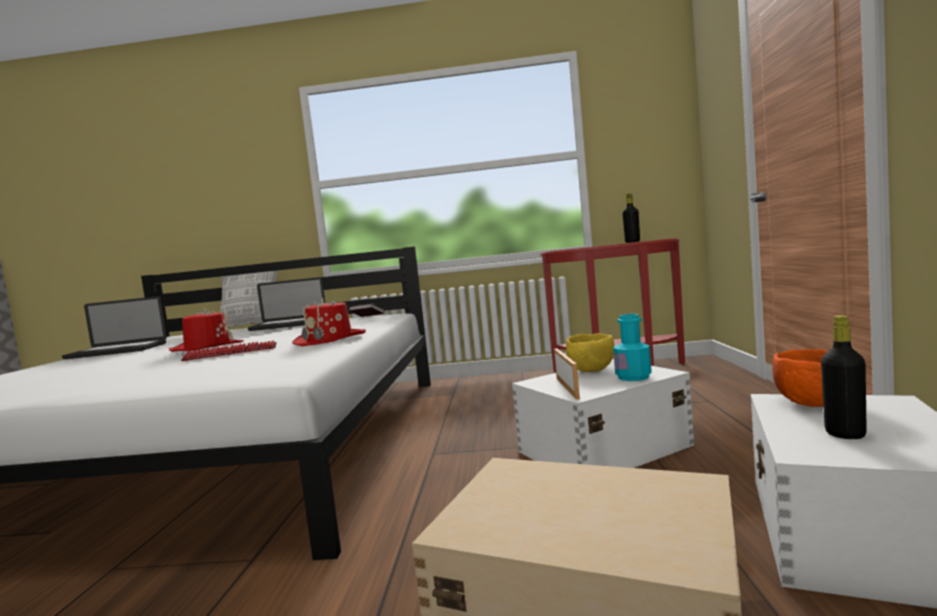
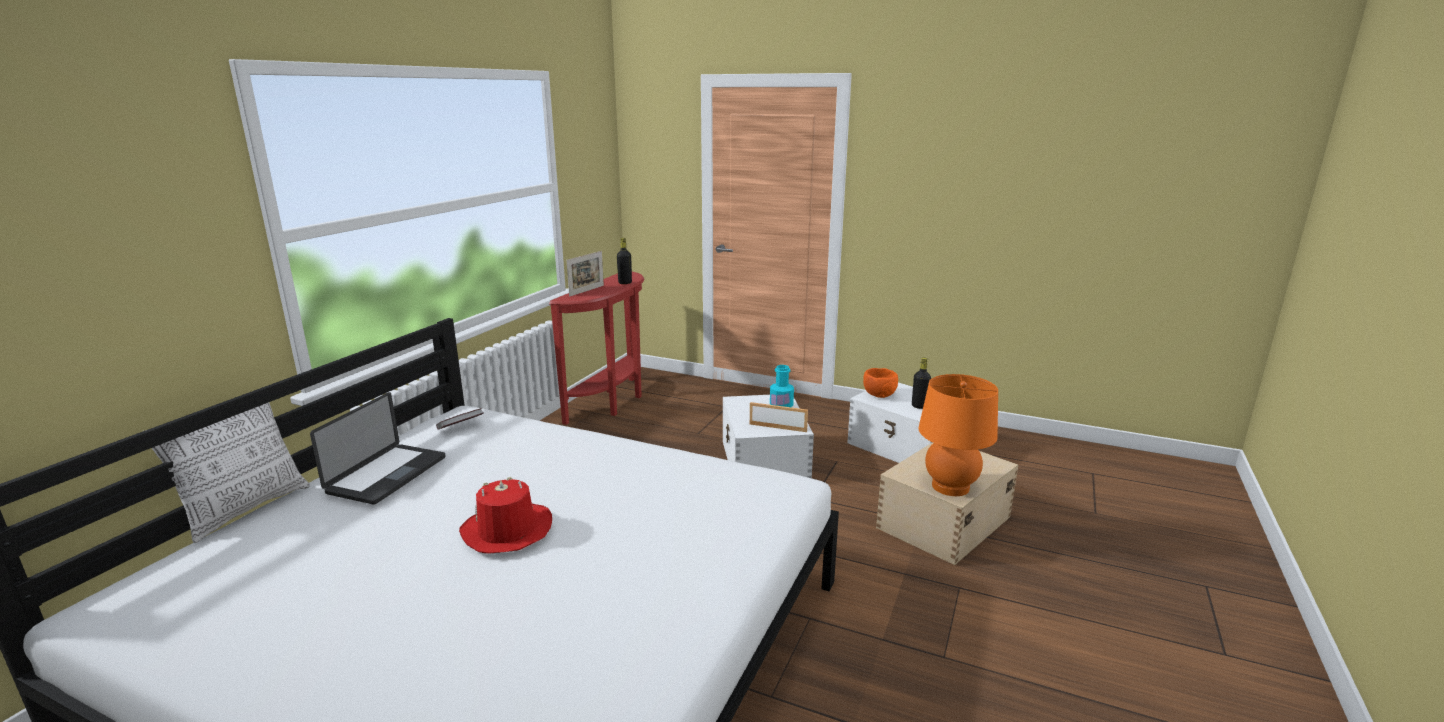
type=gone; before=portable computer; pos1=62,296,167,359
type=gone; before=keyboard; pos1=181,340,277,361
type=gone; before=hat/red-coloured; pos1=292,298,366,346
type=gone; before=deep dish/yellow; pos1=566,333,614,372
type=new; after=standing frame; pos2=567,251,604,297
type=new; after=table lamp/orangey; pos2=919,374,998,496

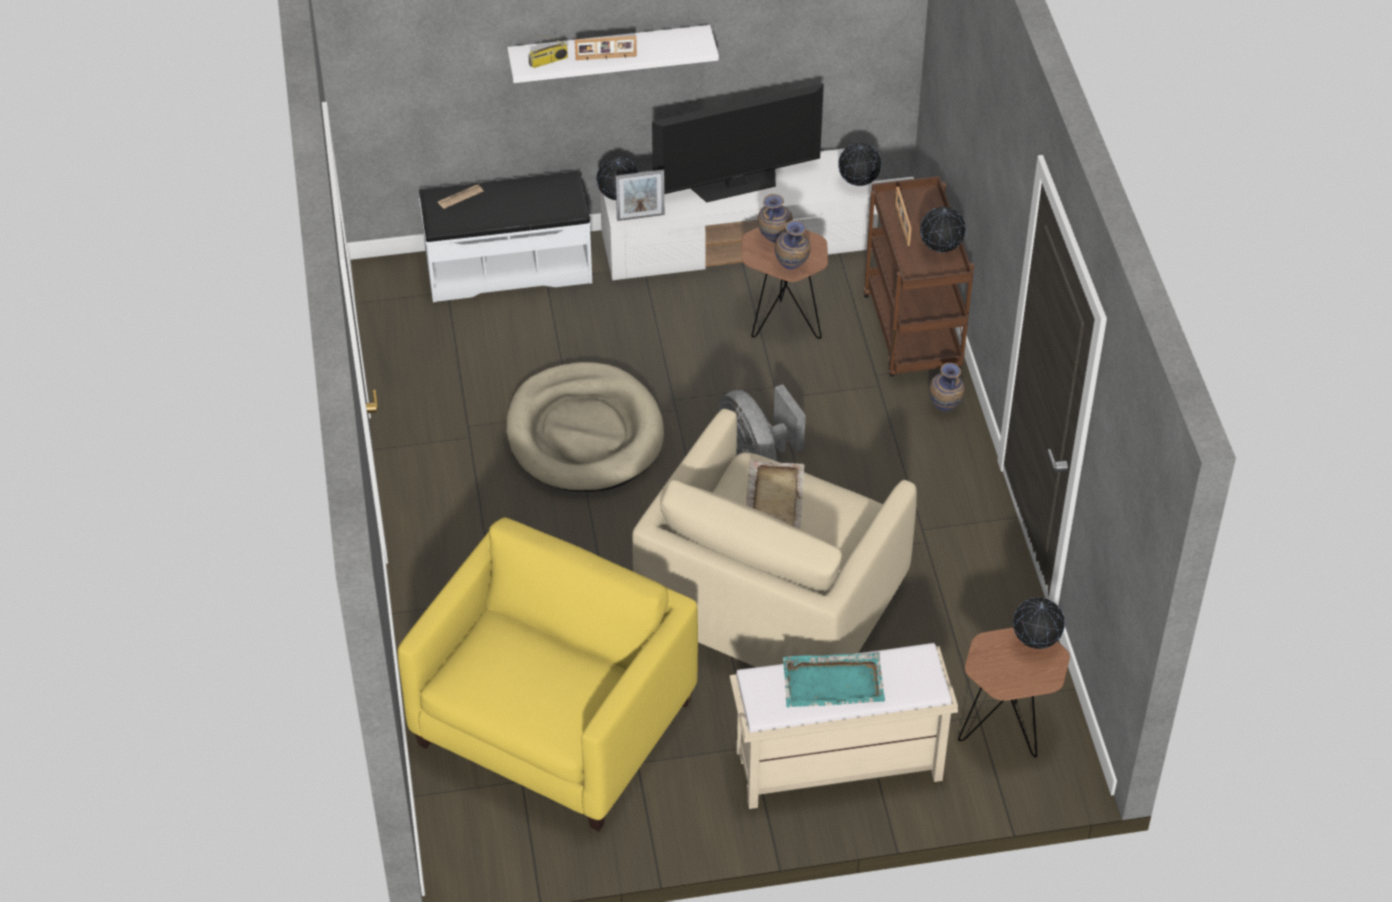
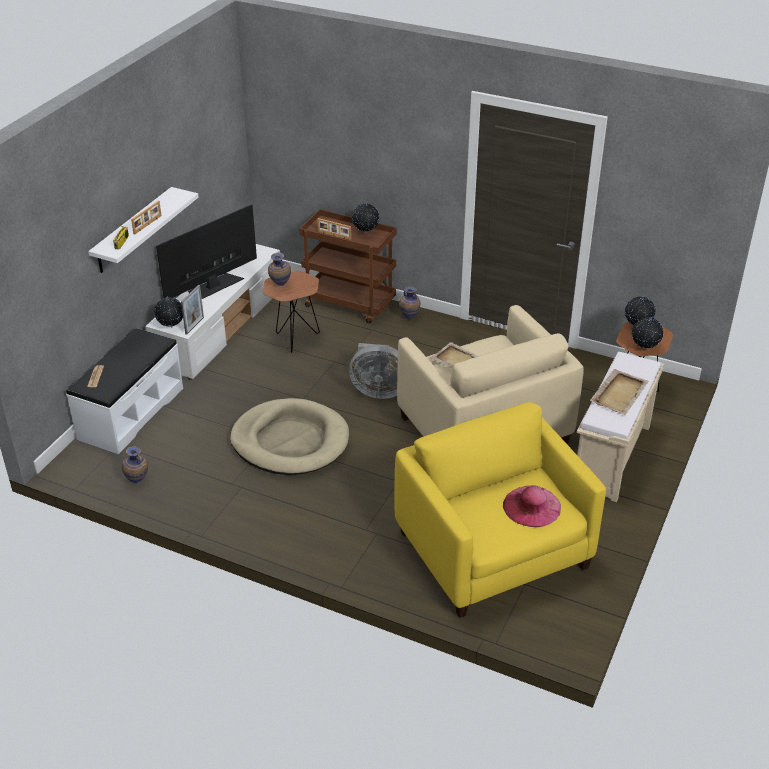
type=rotated; before=TV; pos1=652,83,824,203; pos2=156,204,257,299; turn=-150
type=shifted; before=vase; pos1=775,220,811,269; pos2=122,446,148,484
type=repainted; before=tray/turquoise; after=tray/beige; pos1=783,653,885,707; pos2=590,369,649,415
type=shifted; before=desk globe; pos1=838,143,881,186; pos2=632,317,663,349
type=new; after=hat/pink; pos2=503,485,561,527

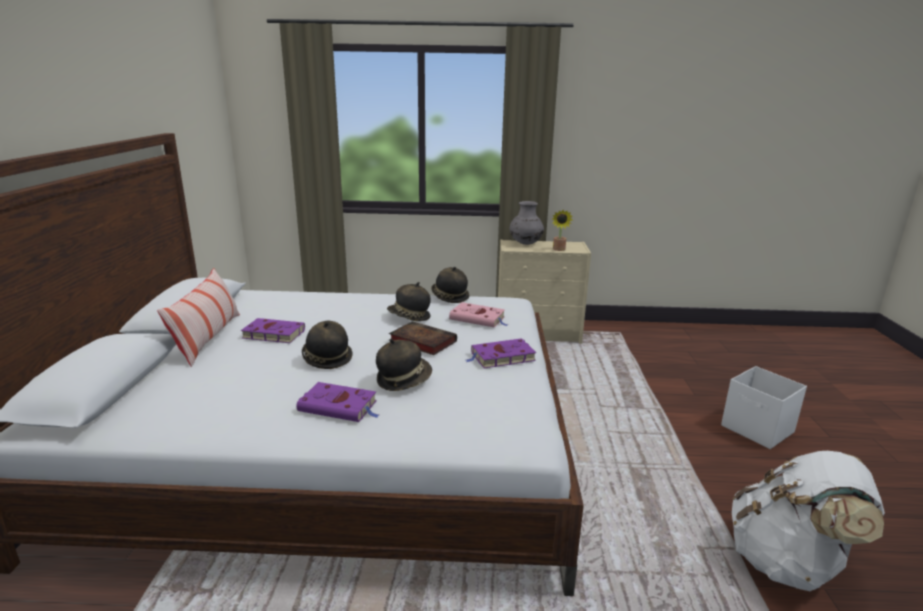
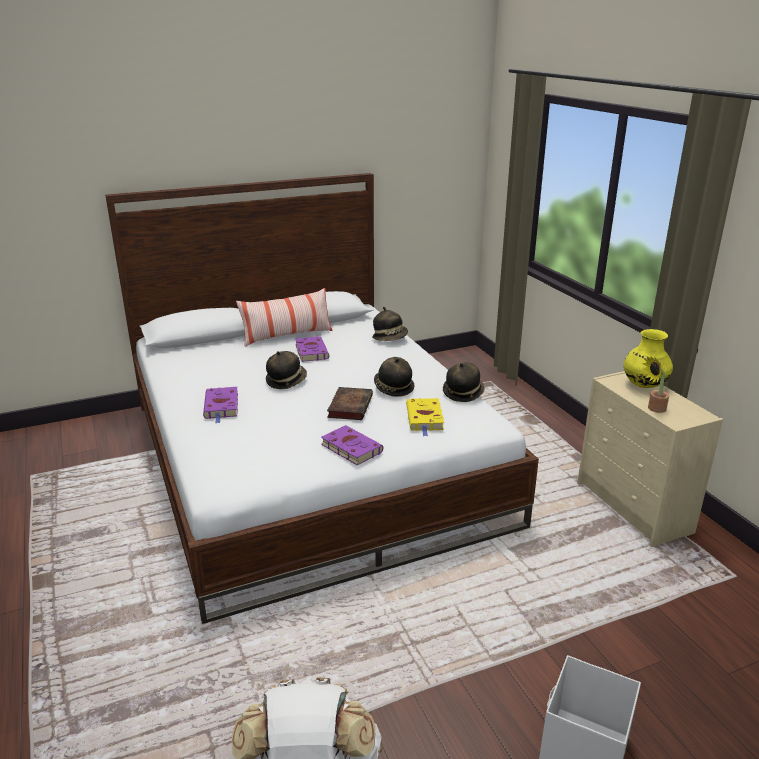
type=shifted; before=hat; pos1=376,338,432,391; pos2=372,307,408,341
type=repainted; before=bound book/pink; after=bound book/yellow; pos1=449,302,508,328; pos2=406,398,444,436
type=repainted; before=vase/gray; after=vase/yellow; pos1=510,201,544,245; pos2=623,329,673,388

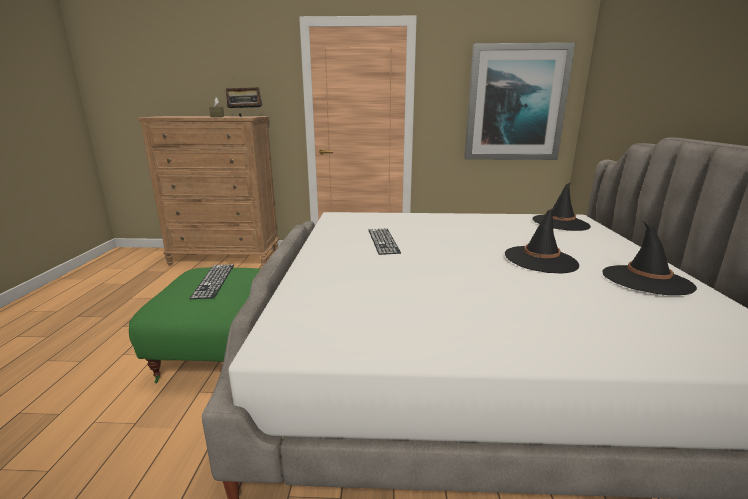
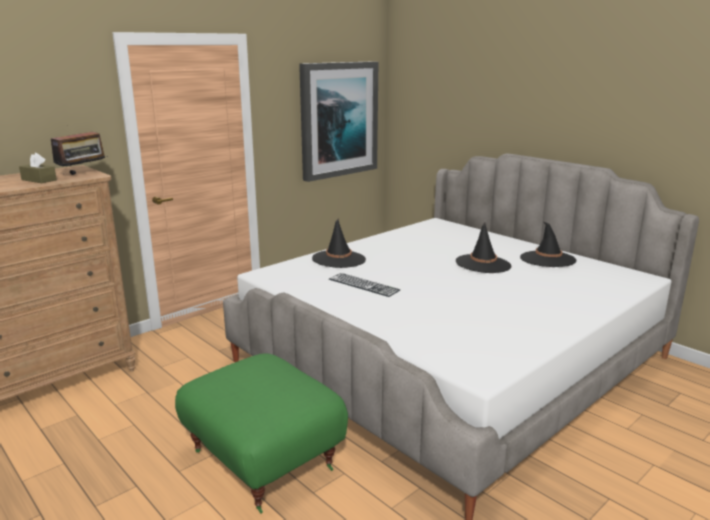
type=gone; before=keyboard; pos1=189,264,234,299
type=shifted; before=hat/blackish; pos1=533,182,591,231; pos2=312,218,366,268

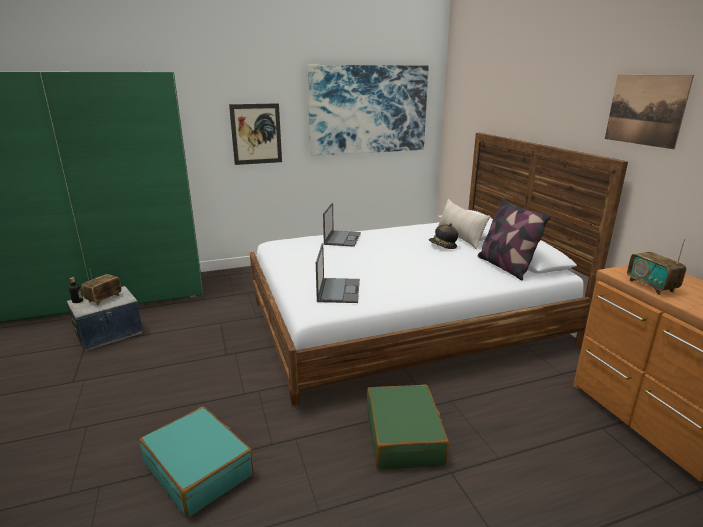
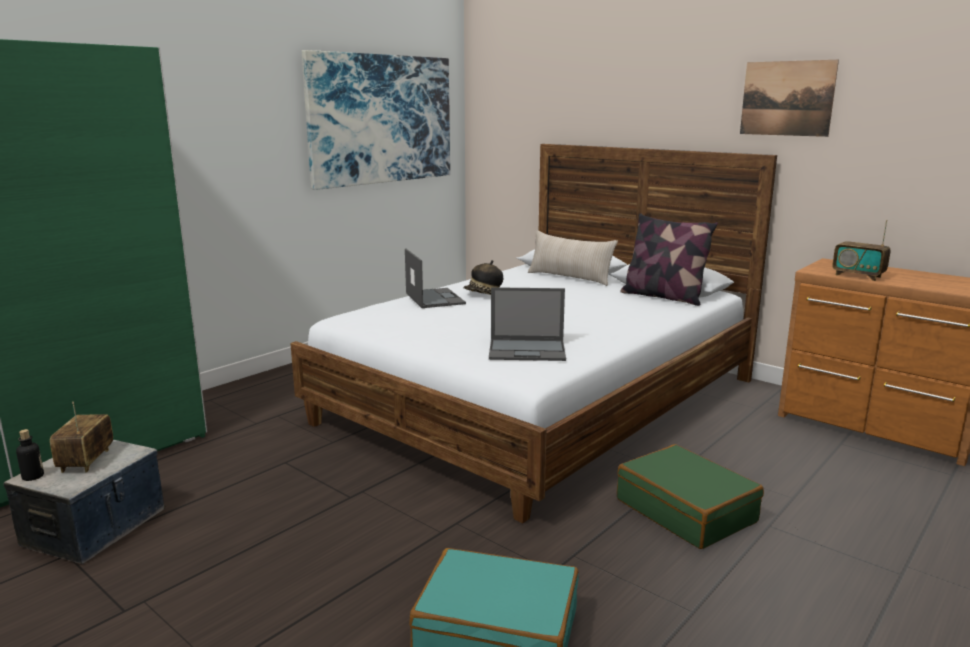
type=gone; before=picture; pos1=229,103,282,165
type=rotated; before=portable computer; pos1=316,243,360,303; pos2=489,287,566,361; turn=120
type=shifted; before=hat; pos1=429,223,458,249; pos2=463,260,503,295

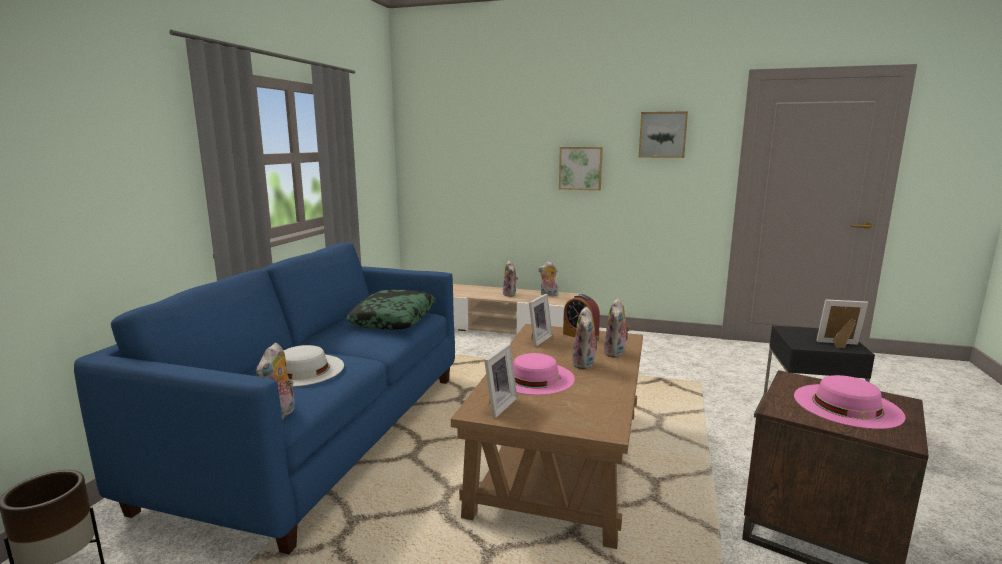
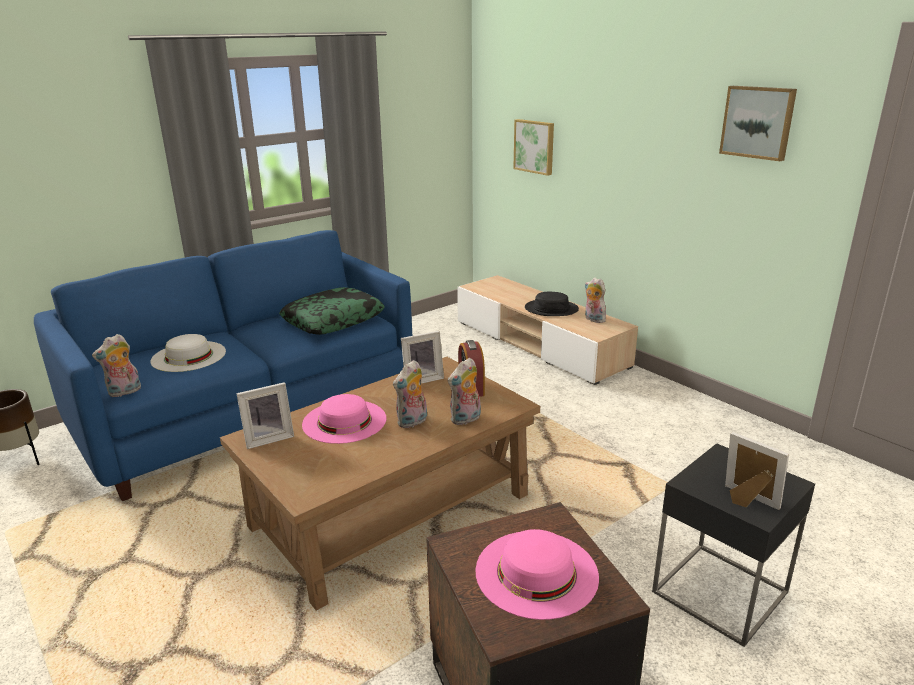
type=swapped; before=cuddly toy; after=hat/blackish; pos1=503,261,518,297; pos2=525,292,579,316
type=shifted; before=picture; pos1=559,147,603,190; pos2=513,119,554,176

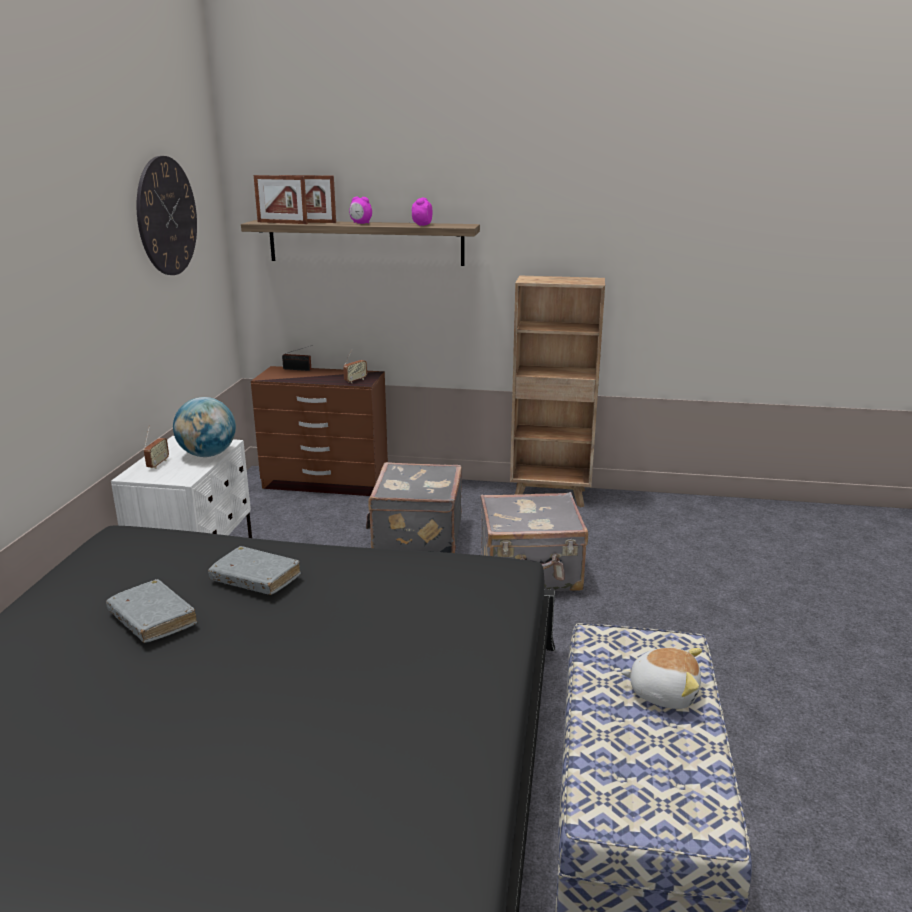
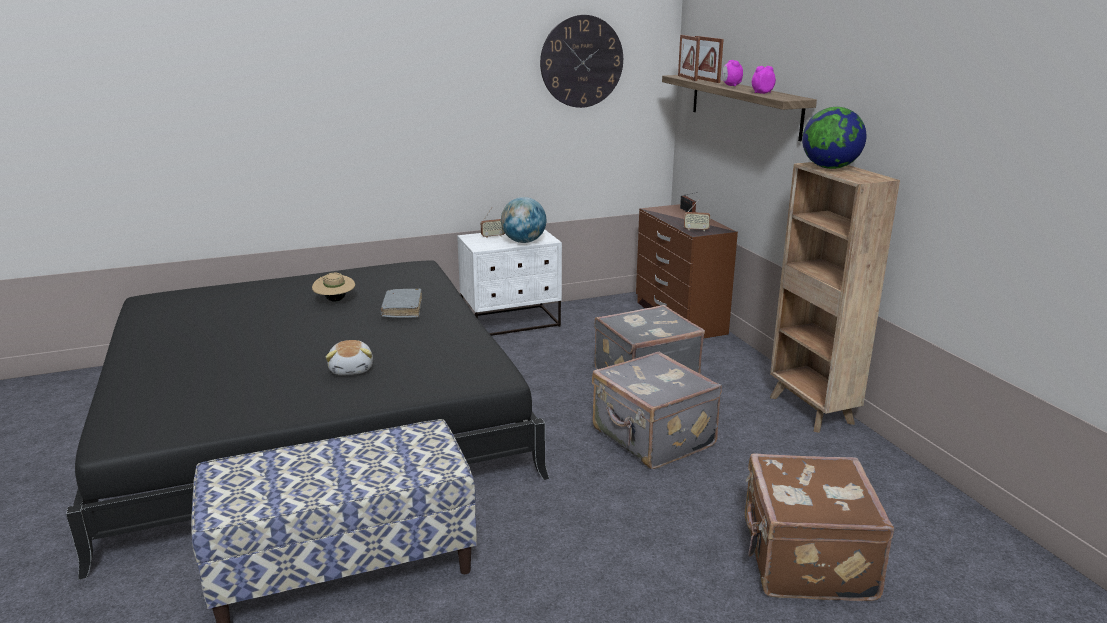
type=swapped; before=bound book/gray; after=hat/beige; pos1=106,579,197,643; pos2=312,273,355,302
type=shifted; before=cuddly toy; pos1=621,648,702,709; pos2=326,340,373,375
type=new; after=travel case/brown-coloured; pos2=745,453,894,601
type=new; after=desk globe; pos2=802,107,866,169

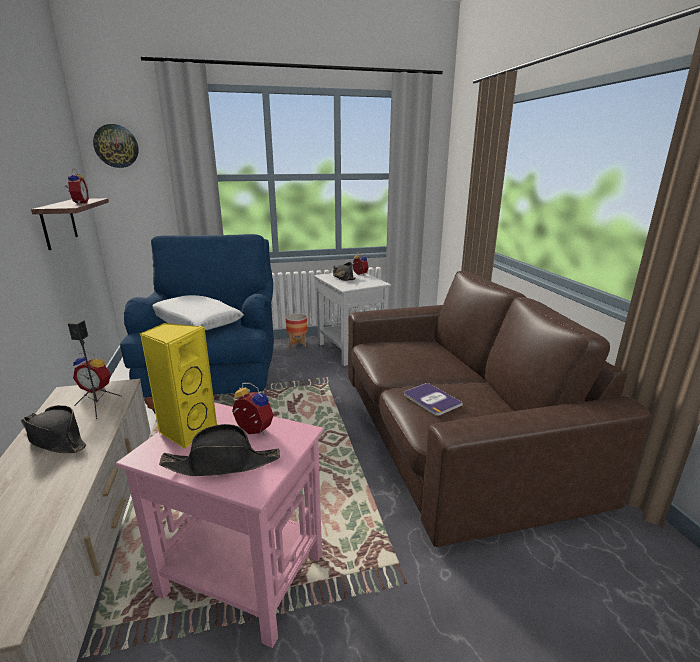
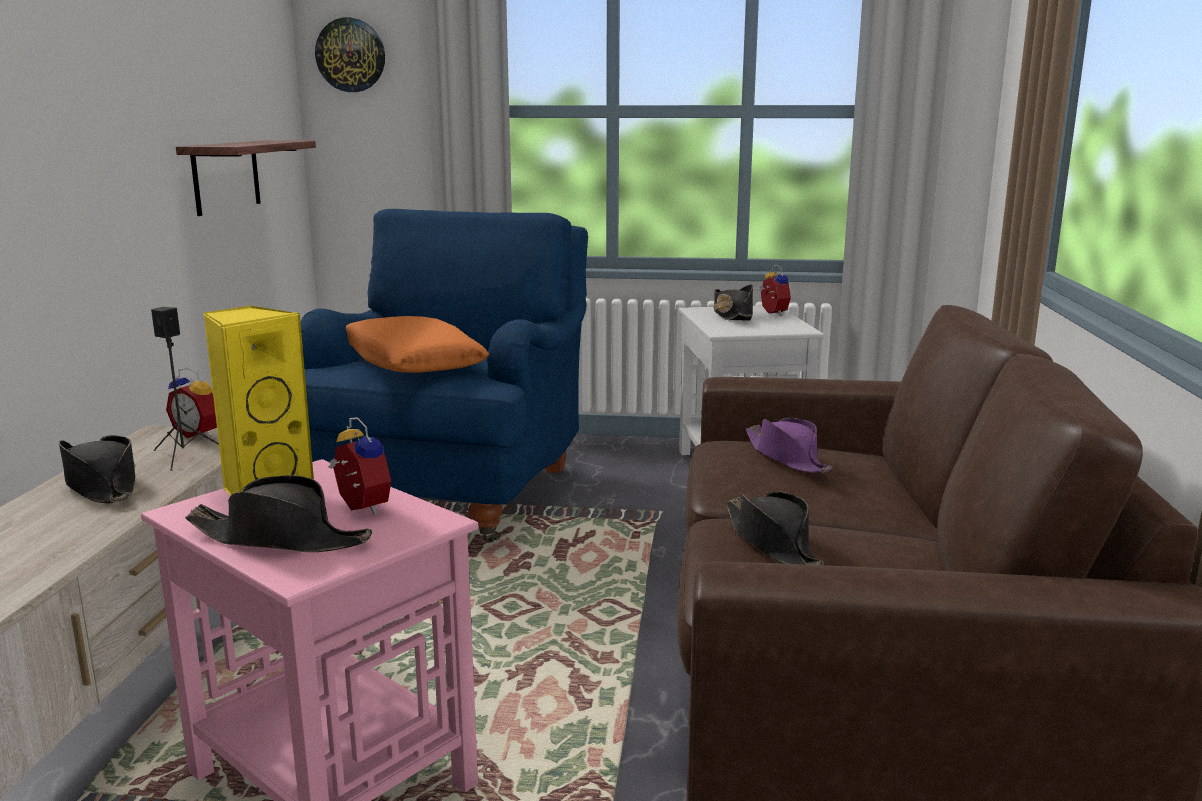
type=gone; before=bedside clock; pos1=65,168,89,204
type=repainted; before=pillow/whitish; after=pillow/orangey; pos1=153,295,244,330; pos2=346,316,489,373
type=gone; before=flower pot; pos1=286,313,308,348
type=swapped; before=bound book; after=hat/blackish; pos1=404,383,463,416; pos2=726,491,824,565
type=new; after=hat/purple-coloured; pos2=746,417,832,473

